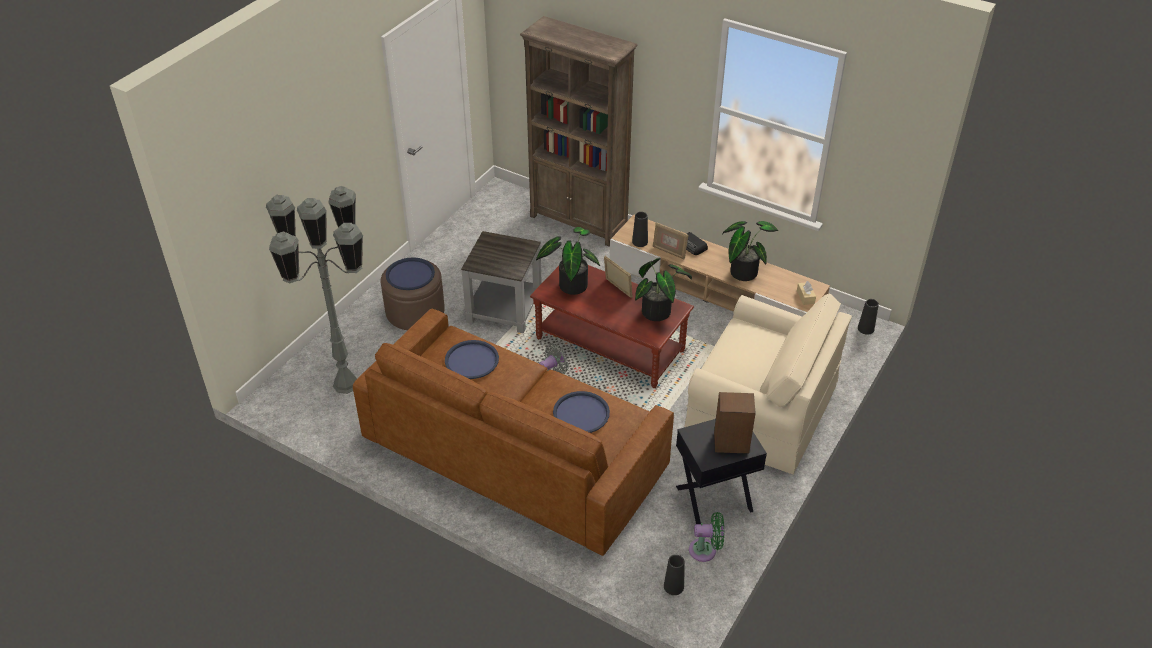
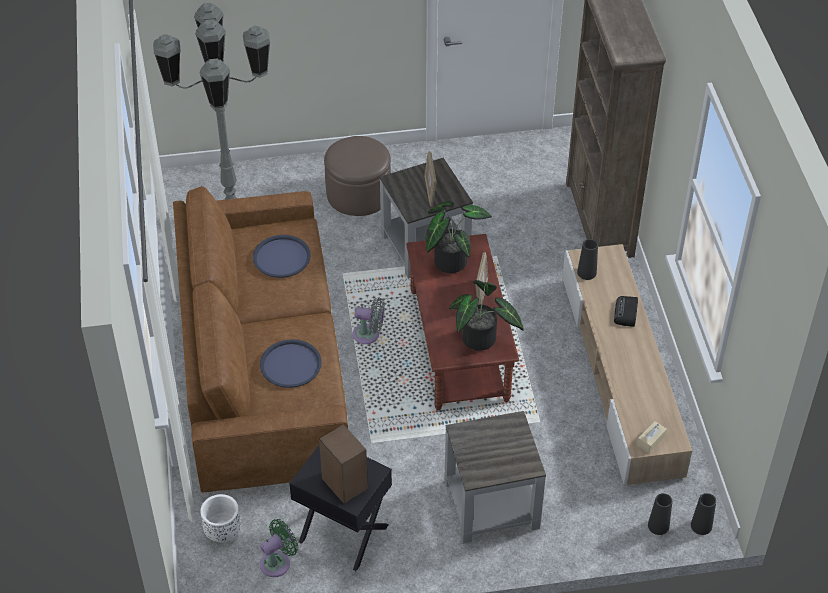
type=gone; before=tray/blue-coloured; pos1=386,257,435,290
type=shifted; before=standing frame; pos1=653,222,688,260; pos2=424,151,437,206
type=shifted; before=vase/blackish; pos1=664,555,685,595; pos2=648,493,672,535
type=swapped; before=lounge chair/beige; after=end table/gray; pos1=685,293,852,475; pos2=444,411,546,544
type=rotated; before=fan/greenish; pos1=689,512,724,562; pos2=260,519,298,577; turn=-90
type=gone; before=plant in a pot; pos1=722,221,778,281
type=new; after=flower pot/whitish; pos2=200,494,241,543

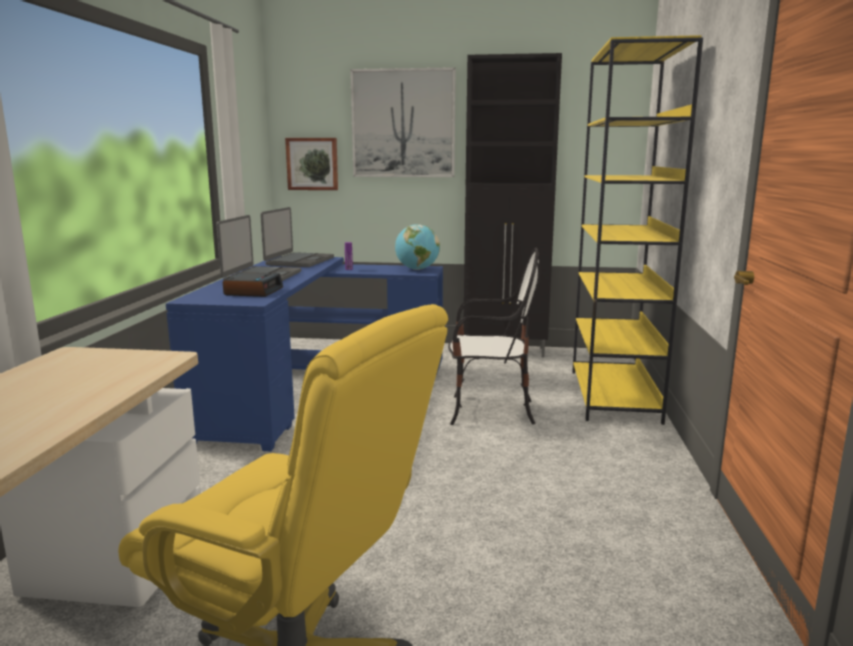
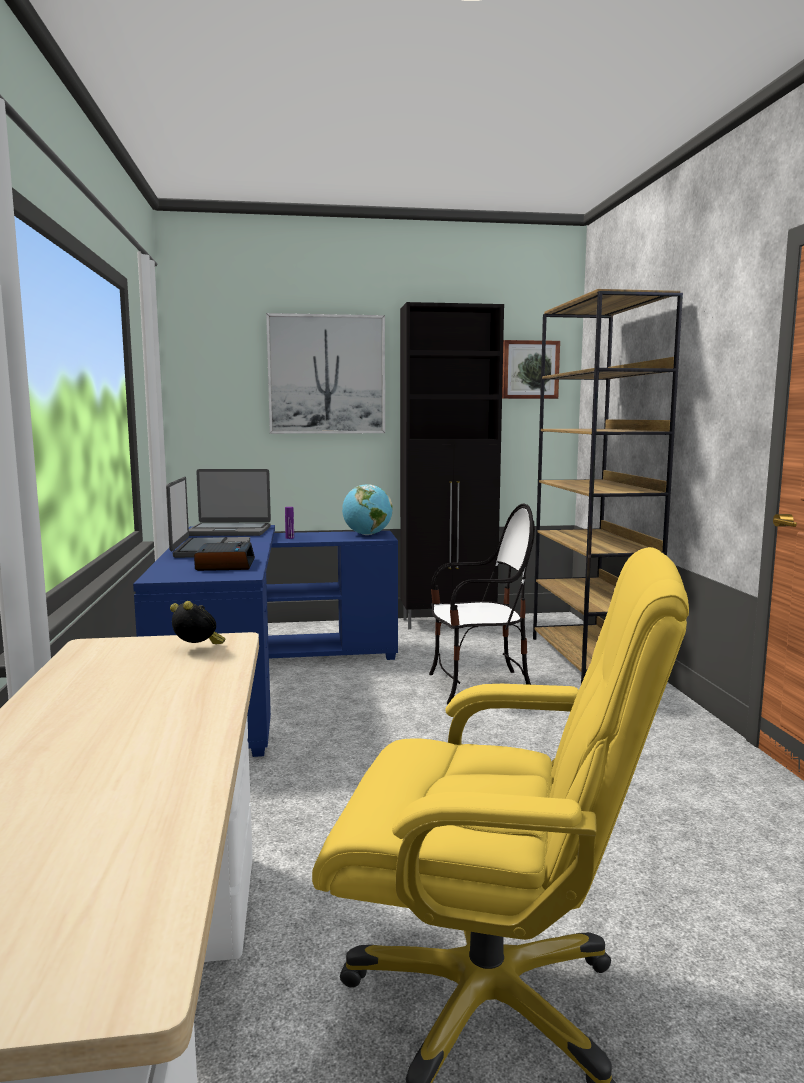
type=rotated; before=portable computer; pos1=260,207,334,267; pos2=189,469,271,536; turn=90
type=shifted; before=picture; pos1=285,138,338,190; pos2=502,340,560,399
type=repainted; before=bookcase/yellow; after=bookcase/brown-coloured; pos1=572,35,703,425; pos2=533,289,683,684
type=new; after=bedside clock; pos2=170,601,226,644

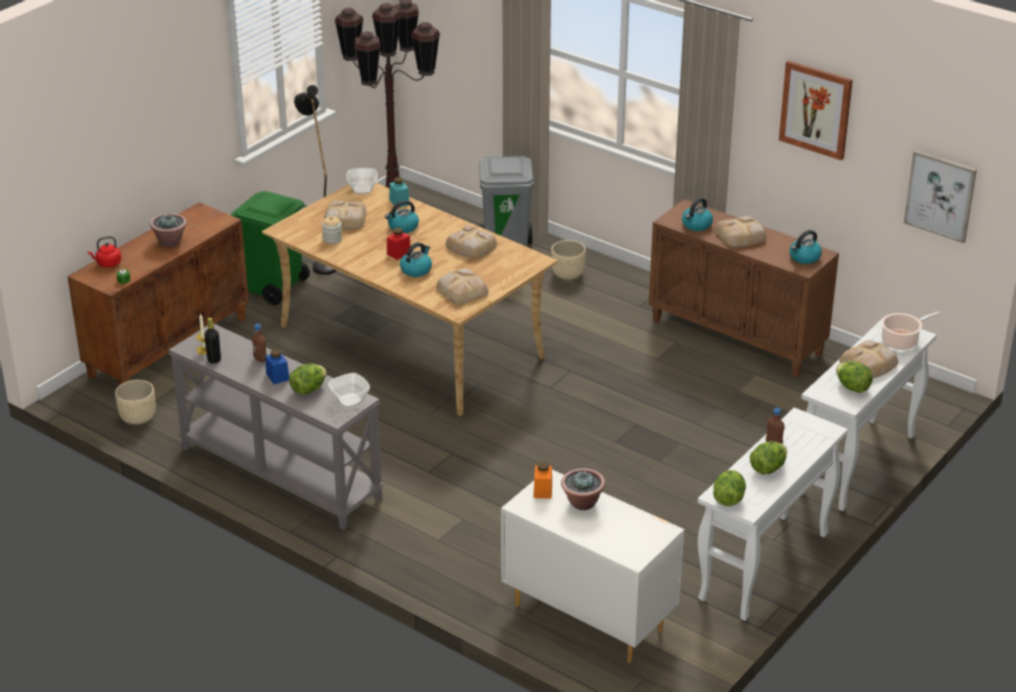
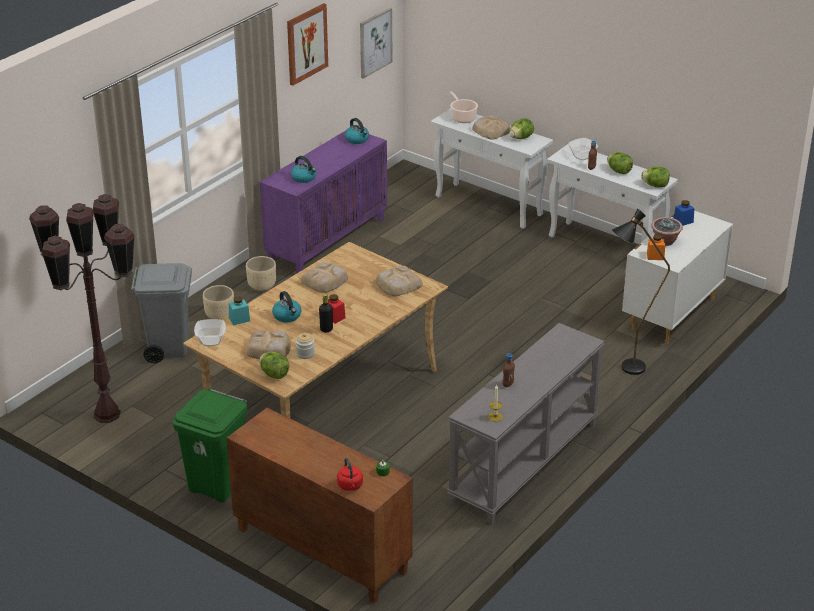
type=shifted; before=flower pot/beige; pos1=115,380,156,425; pos2=246,256,276,291
type=gone; before=plant in a pot; pos1=150,213,187,246
type=shifted; before=bottle/blackish; pos1=204,318,221,364; pos2=319,294,333,332
type=shifted; before=storage jar/blue-coloured; pos1=265,349,289,384; pos2=674,200,694,226
type=shifted; before=lettuce; pos1=289,363,326,395; pos2=259,352,289,379
type=shifted; before=standard lamp/blackish; pos1=294,85,337,275; pos2=612,209,670,375
type=shifted; before=deep dish; pos1=328,373,370,408; pos2=568,138,598,160
type=gone; before=tea kettle; pos1=400,242,432,277
type=repainted; before=storage cabinet/brown-coloured; after=storage cabinet/purple-coloured; pos1=649,199,839,377; pos2=260,130,387,273
type=gone; before=bread; pos1=715,216,767,247

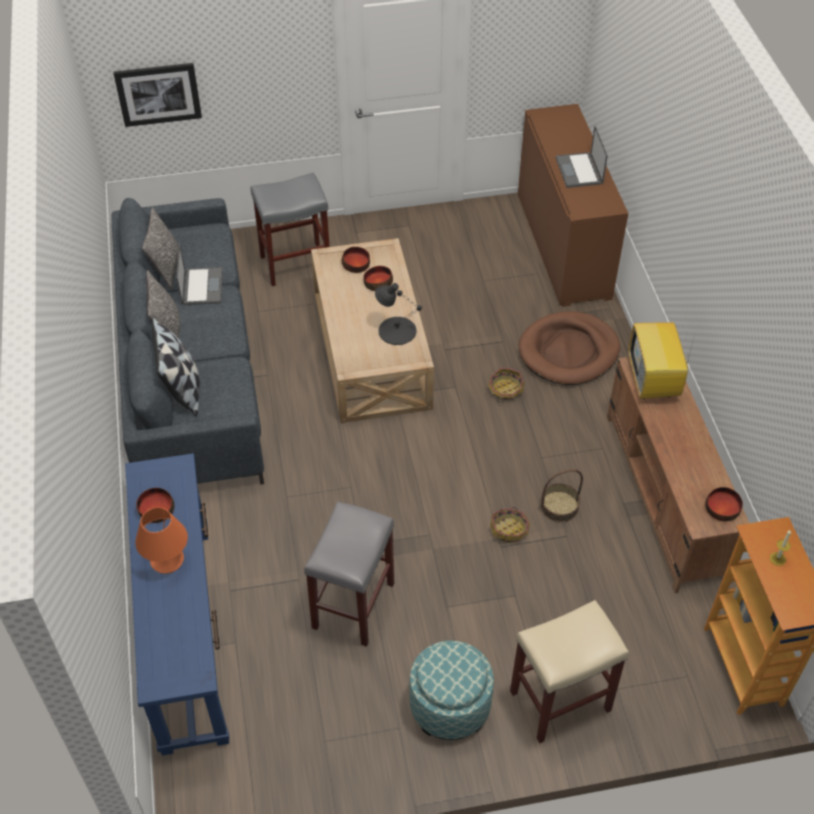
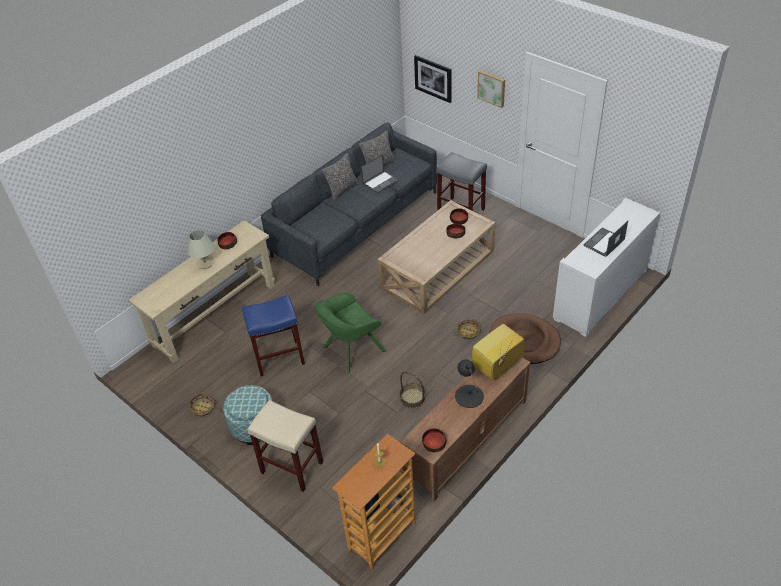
type=repainted; before=hall table/blue-coloured; after=hall table/beige; pos1=125,453,229,756; pos2=128,220,275,363
type=repainted; before=table lamp/orangey; after=table lamp/beige; pos1=135,507,188,574; pos2=187,230,215,269
type=gone; before=pillow; pos1=152,317,200,417
type=repainted; before=stool/gray; after=stool/blue-coloured; pos1=304,501,394,647; pos2=242,295,305,376
type=shifted; before=table lamp/blackish; pos1=375,283,422,345; pos2=455,359,484,408
type=shifted; before=storage basket; pos1=490,507,530,543; pos2=188,393,218,417
type=repainted; before=storage cabinet/brown-coloured; after=storage cabinet/whitish; pos1=518,104,628,307; pos2=553,198,660,337
type=new; after=lounge chair/greenish; pos2=315,293,386,374
type=new; after=picture; pos2=477,70,505,108

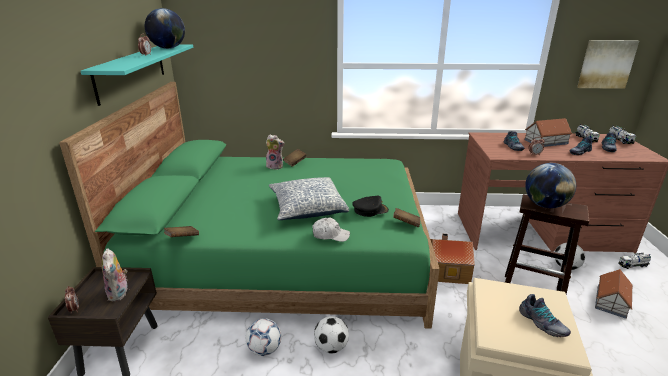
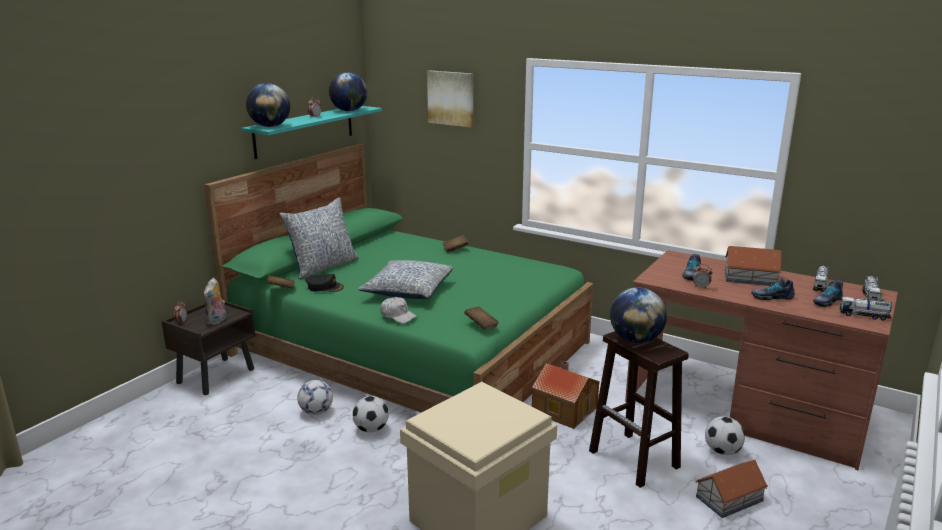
type=gone; before=cuddly toy; pos1=266,134,285,169
type=shifted; before=cap/blackish; pos1=352,196,389,217; pos2=305,274,344,292
type=gone; before=shoe; pos1=519,294,571,337
type=shifted; before=picture; pos1=577,40,639,89; pos2=427,71,473,127
type=shifted; before=toy lorry; pos1=618,253,651,269; pos2=840,297,892,321
type=new; after=desk globe; pos2=246,83,290,127
type=new; after=pillow; pos2=279,197,359,279

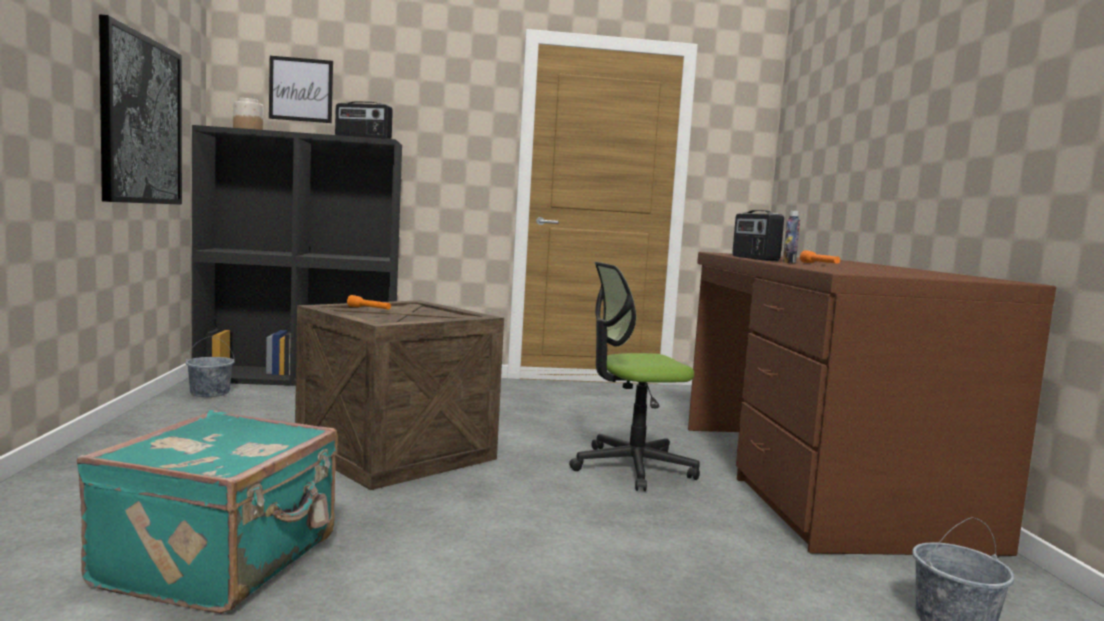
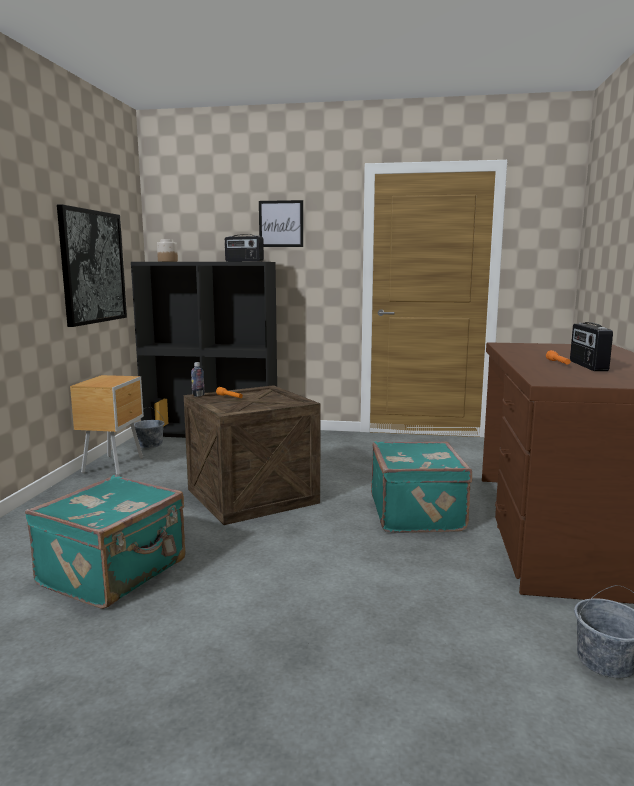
type=shifted; before=picture; pos1=269,56,333,123; pos2=259,200,303,247
type=swapped; before=computer chair; after=travel case/turquoise; pos1=569,262,700,491; pos2=371,441,472,533
type=shifted; before=radio; pos1=732,210,784,261; pos2=570,322,613,371
type=shifted; before=bottle; pos1=783,211,800,263; pos2=191,362,205,397
type=new; after=nightstand/brown-coloured; pos2=70,375,144,475

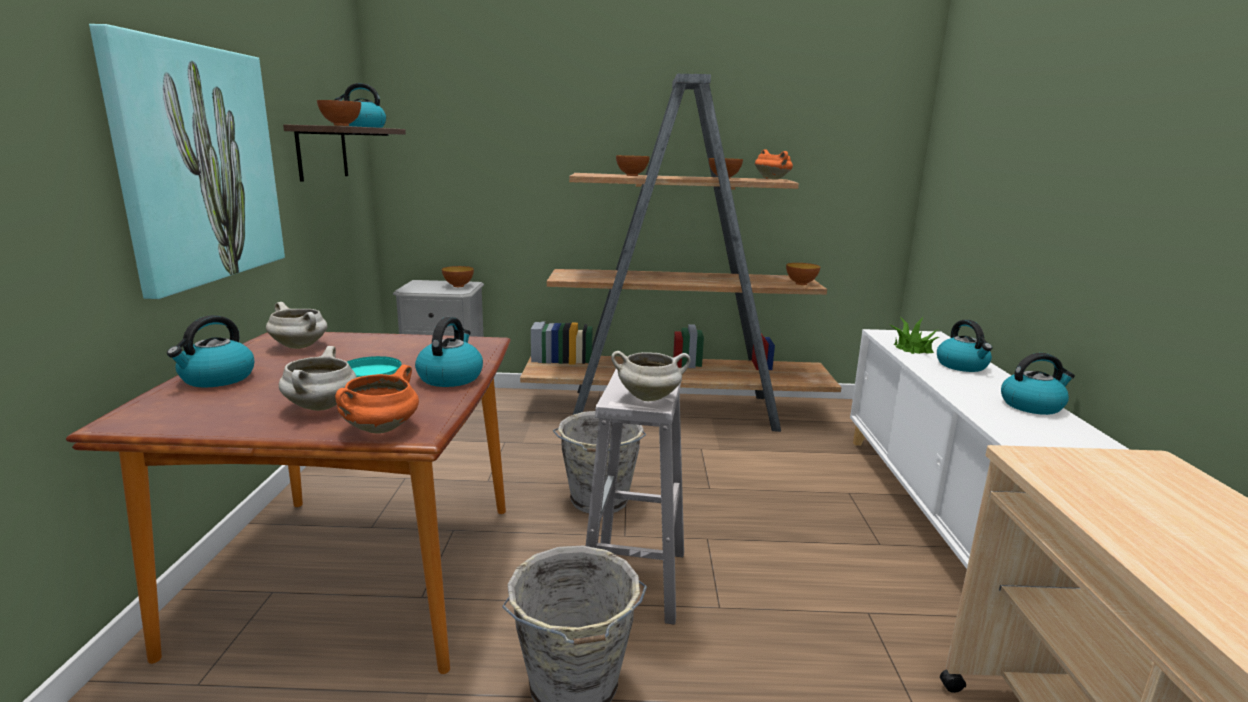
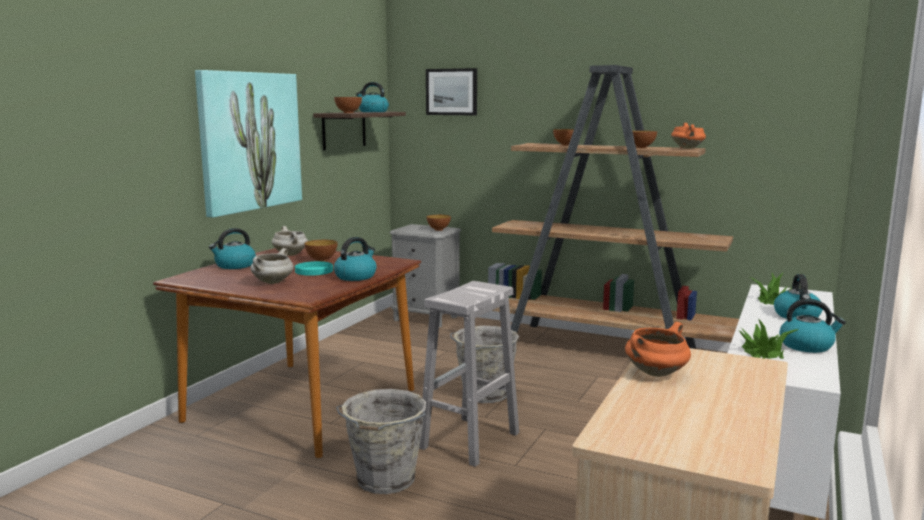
type=shifted; before=saucepot/orangey; pos1=335,365,419,434; pos2=625,322,691,377
type=gone; before=saucepot/whitish; pos1=611,351,690,402
type=shifted; before=deep dish; pos1=786,263,820,285; pos2=304,240,338,262
type=new; after=picture; pos2=426,68,477,115
type=new; after=plant in a pot; pos2=738,318,799,359

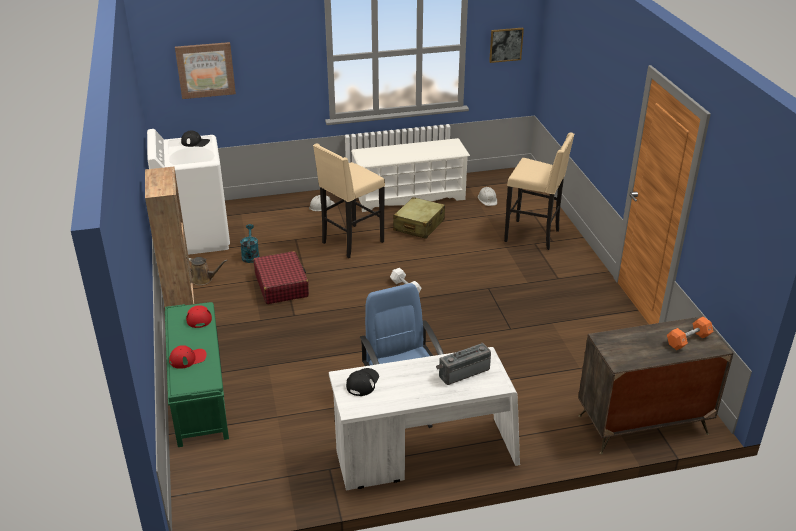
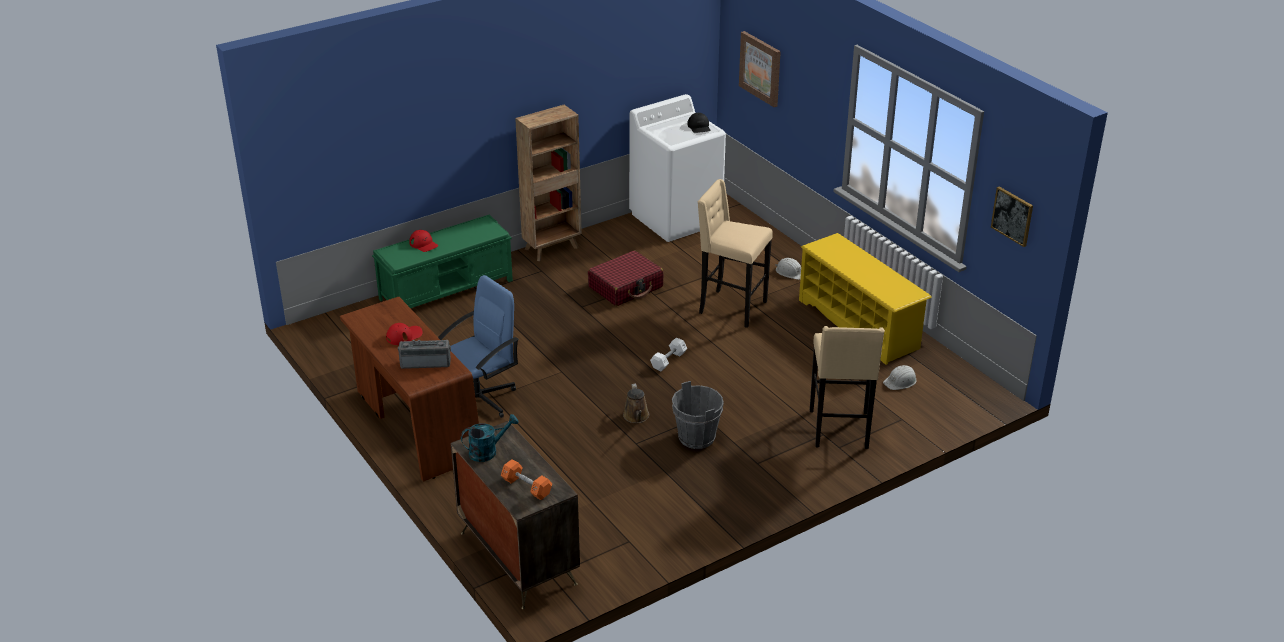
type=shifted; before=cap/red-coloured; pos1=186,305,212,328; pos2=386,323,422,345
type=shifted; before=watering pot/brown-coloured; pos1=189,257,228,285; pos2=623,383,649,423
type=shifted; before=watering pot/turquoise; pos1=240,224,259,263; pos2=461,414,519,462
type=repainted; before=desk unit/whitish; after=desk unit/brown-coloured; pos1=329,347,520,490; pos2=340,297,479,482
type=gone; before=cap/blackish; pos1=346,368,379,396
type=repainted; before=shoe shelf/whitish; after=shoe shelf/yellow; pos1=351,138,470,212; pos2=799,233,932,365
type=gone; before=travel case/beige; pos1=393,197,445,239
type=rotated; before=radio; pos1=436,343,491,385; pos2=398,340,451,369; turn=-45
type=new; after=pail/gray; pos2=672,381,724,449

